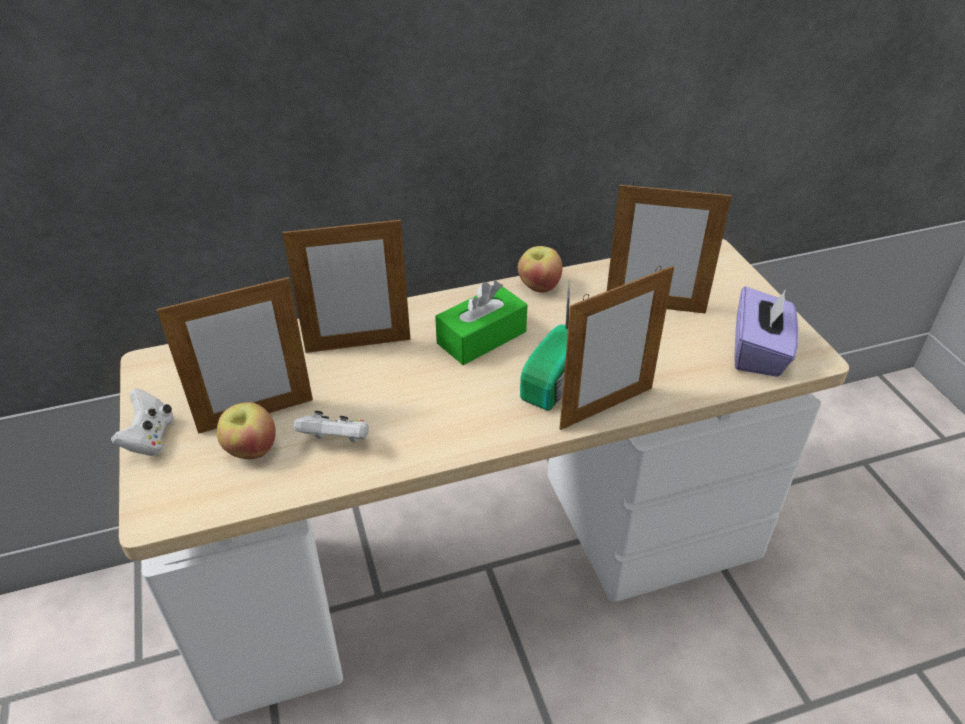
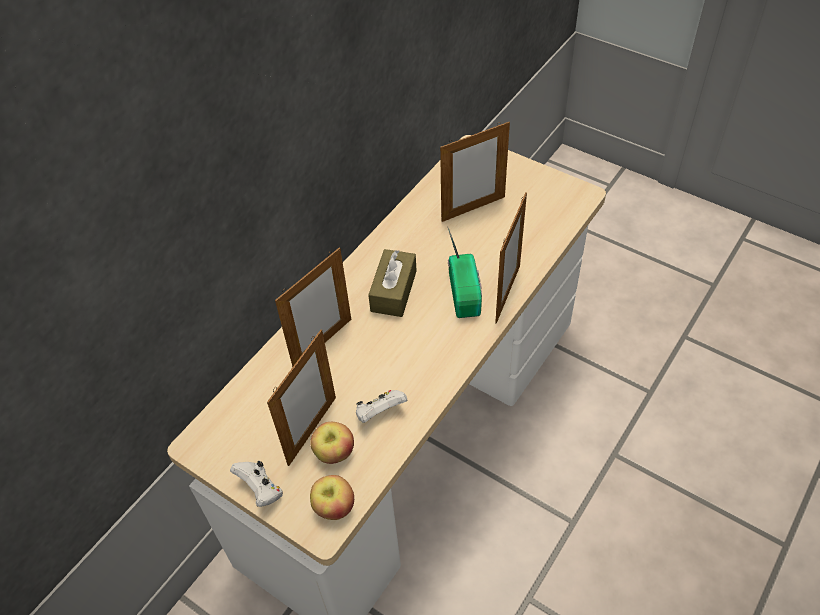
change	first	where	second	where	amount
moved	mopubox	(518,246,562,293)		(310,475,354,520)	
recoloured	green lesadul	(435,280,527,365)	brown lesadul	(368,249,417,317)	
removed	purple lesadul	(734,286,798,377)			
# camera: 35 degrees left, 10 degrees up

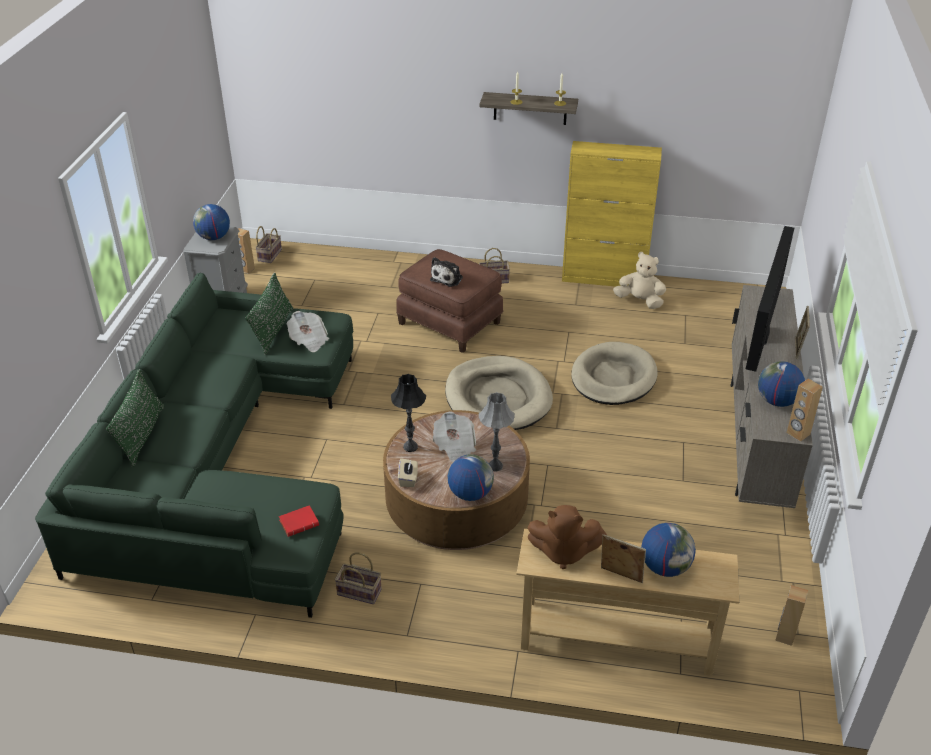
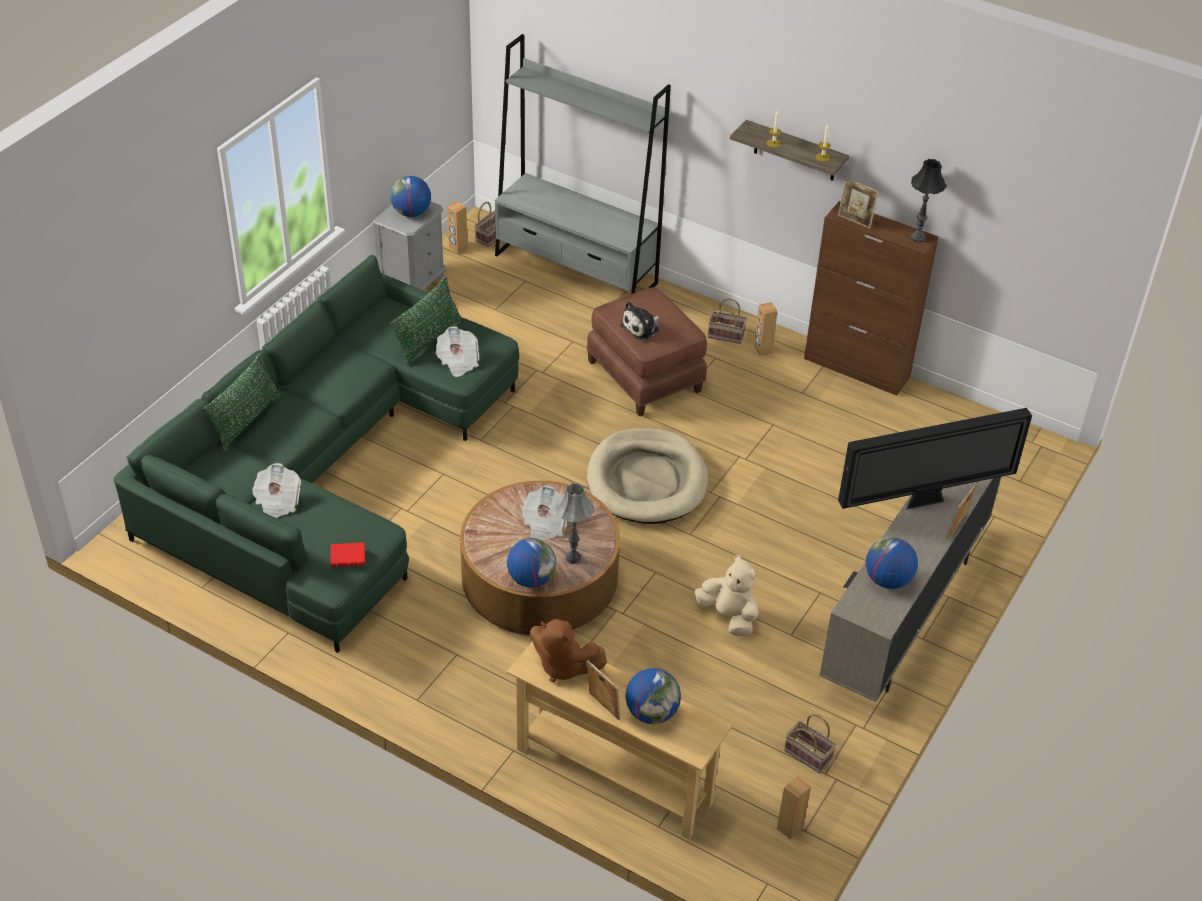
change	first	where	second	where	amount
recoloured	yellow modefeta	(562,141,662,287)	brown modefeta	(804,201,939,396)	
turned	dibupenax	(746,226,794,372)		(838,408,1032,510)	150 degrees counterclockwise
moved	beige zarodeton	(613,252,666,309)		(695,555,759,636)	
removed	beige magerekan	(571,342,658,405)			
moved	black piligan	(391,374,426,452)		(911,159,947,242)	
moved	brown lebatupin	(787,378,823,442)		(754,302,777,356)	
removed	beige lesadul	(398,458,418,487)			
moved	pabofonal	(335,552,382,604)		(784,714,836,774)	
added			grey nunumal	(495,34,671,294)	
added			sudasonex	(838,178,879,229)	
added			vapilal	(252,463,301,518)	
# camera: 20 degrees right, 5 degrees up

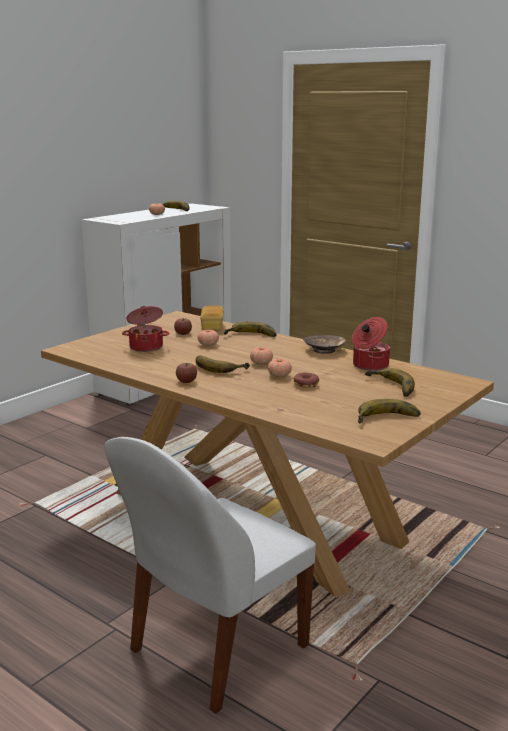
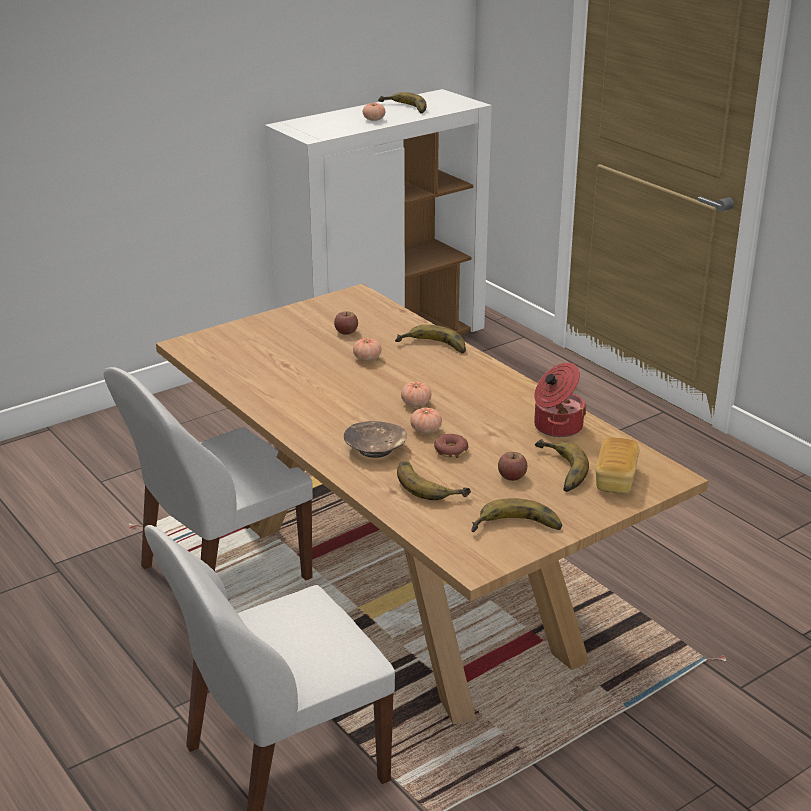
change	first	where	second	where	amount
removed	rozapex	(122,306,170,352)			
moved	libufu	(200,306,224,331)		(596,437,639,494)	
moved	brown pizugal	(304,335,346,354)		(344,421,407,458)	
moved	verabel	(195,356,250,373)		(397,461,471,500)	
moved	mopubox	(176,363,197,383)		(498,452,527,481)	
added			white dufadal	(103,367,313,580)	
# camera: 15 degrees right, 10 degrees up

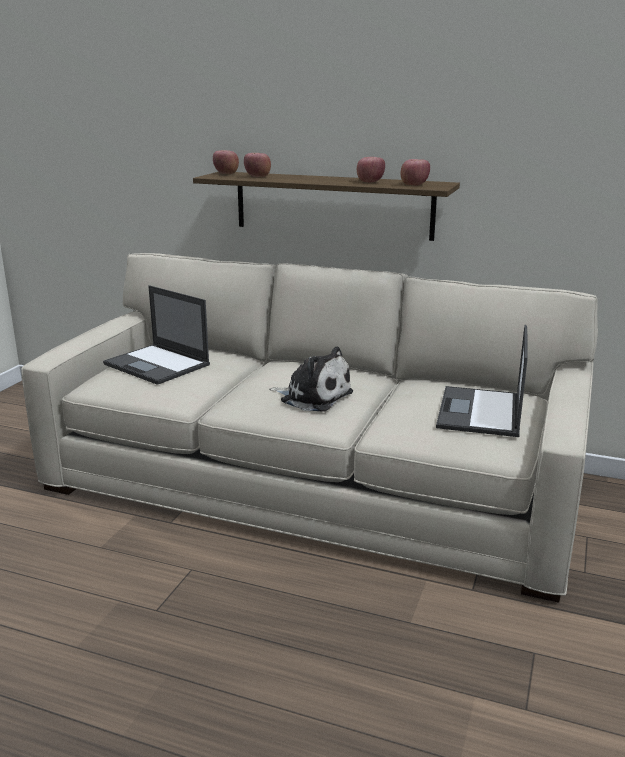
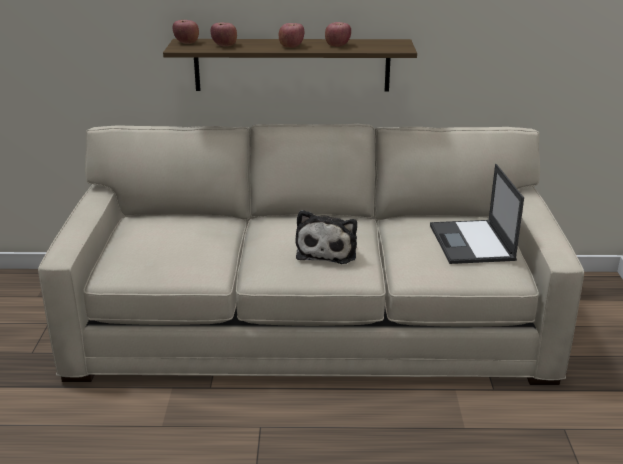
change	first	where	second	where	amount
moved	mopubox	(401,159,430,186)		(279,23,304,48)	
removed	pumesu	(103,285,210,385)			
turned	zarodeton	(269,347,353,412)		(295,210,357,264)	90 degrees clockwise
# camera: 20 degrees left, 5 degrees up

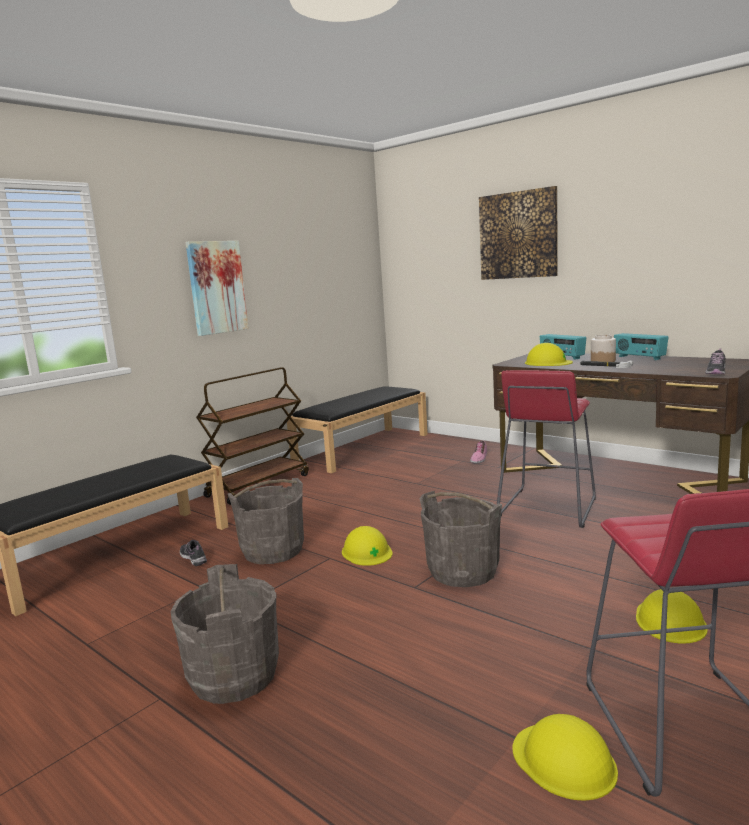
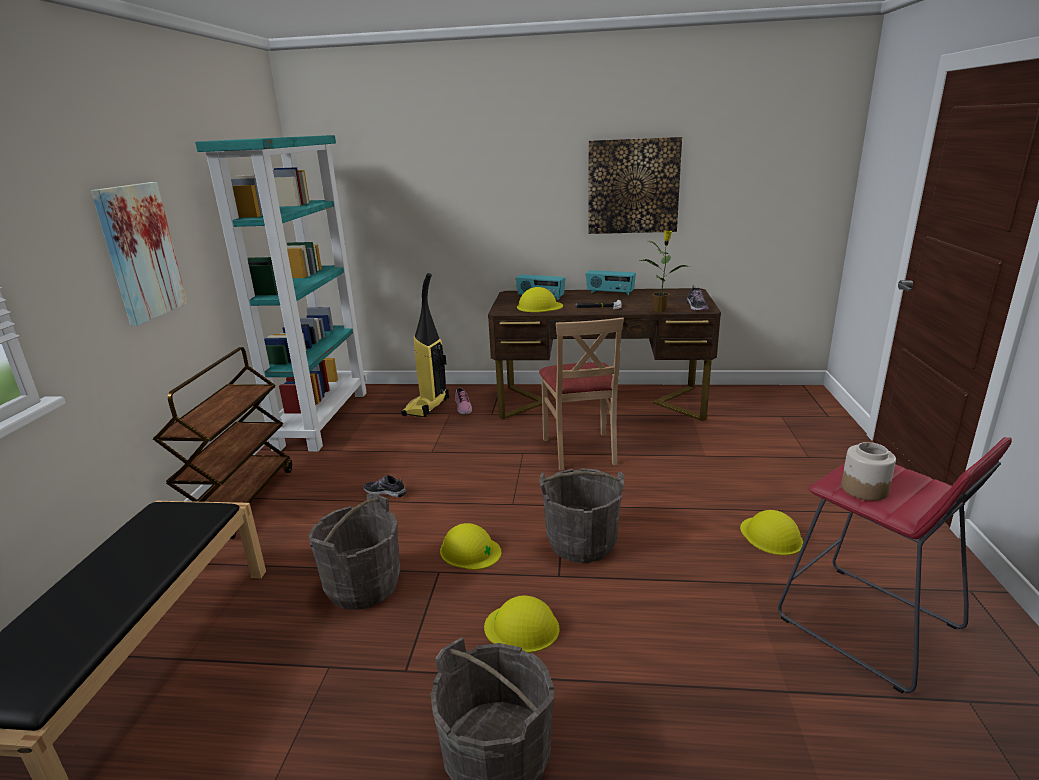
change	first	where	second	where	amount
moved	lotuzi	(479,186,558,280)		(588,137,682,234)	
moved	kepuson	(591,335,616,362)		(841,442,896,501)	
replaced	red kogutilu	(497,370,596,528)	beige dufadal	(539,318,624,470)	
replaced	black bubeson	(286,386,428,473)	turquoise nunumal	(195,135,367,452)	
moved	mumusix	(180,540,207,566)		(363,475,406,497)	
moved	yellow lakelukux	(512,714,618,801)		(484,596,560,653)	
added			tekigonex	(640,230,686,312)	
added			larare	(401,273,449,417)	
# camera: 35 degrees left, 10 degrees up

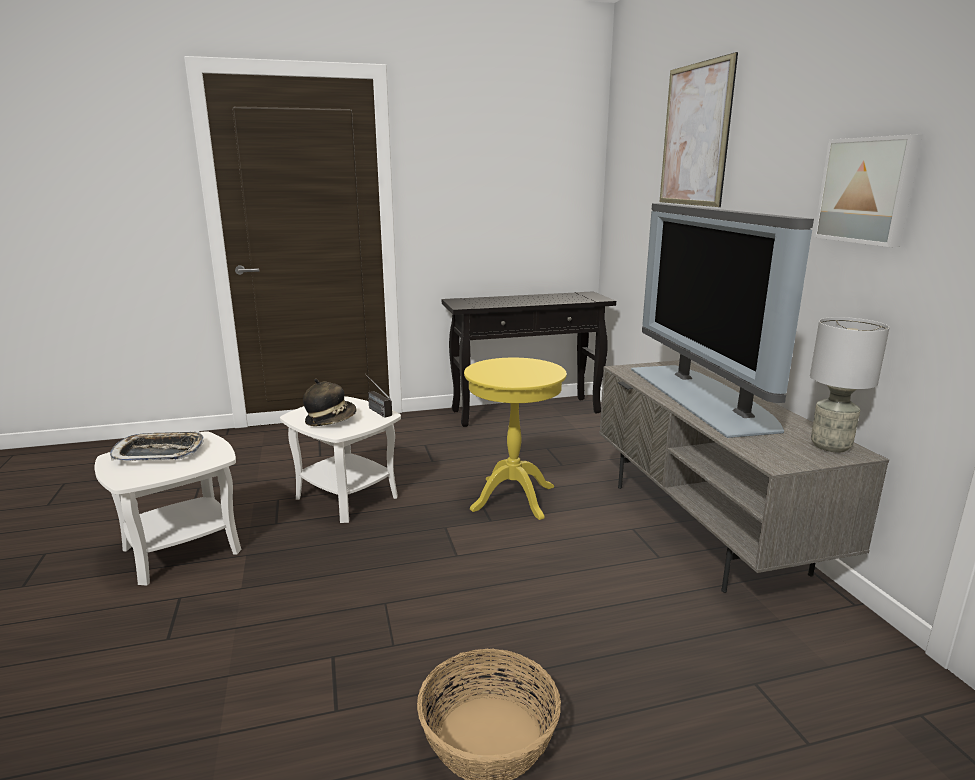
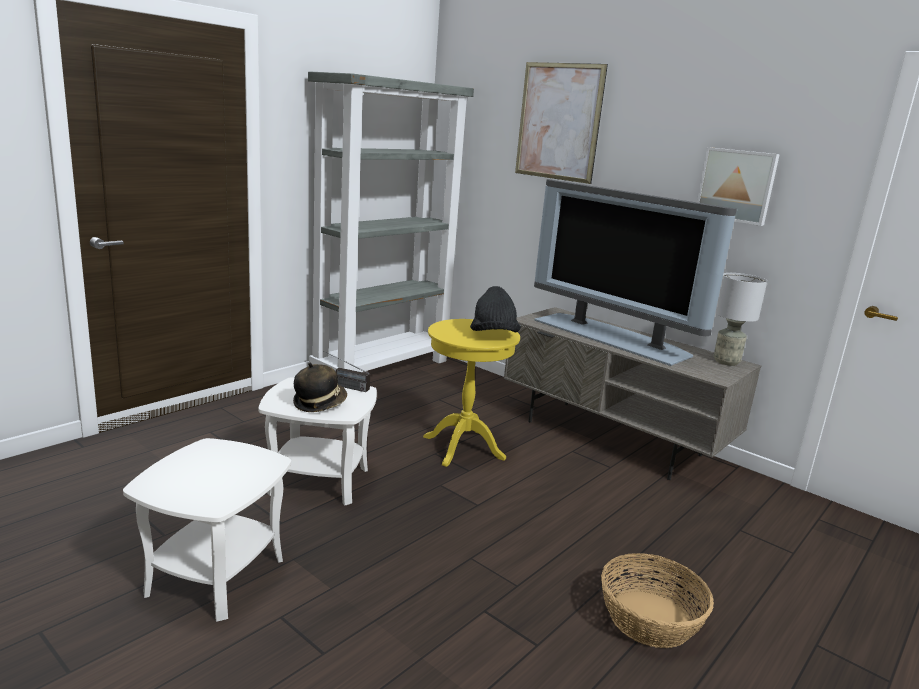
change	first	where	second	where	amount
replaced	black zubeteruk	(442,291,616,427)	grey nunumal	(308,71,474,372)	
removed	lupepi	(110,431,204,461)			
added			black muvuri	(470,286,521,332)	
# camera: 35 degrees left, 0 degrees up

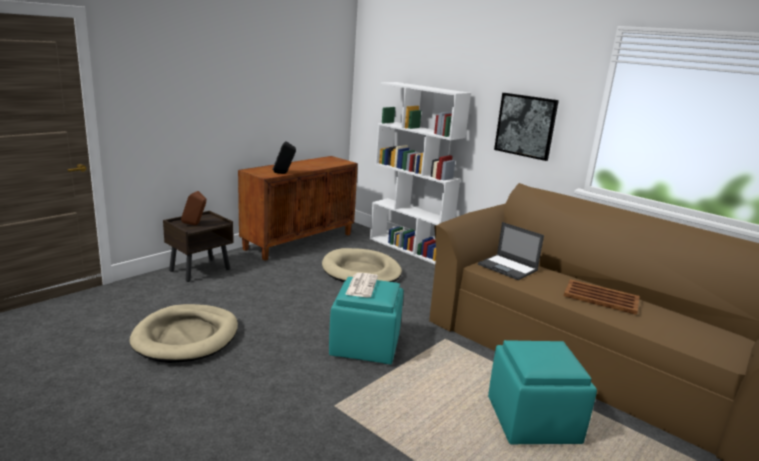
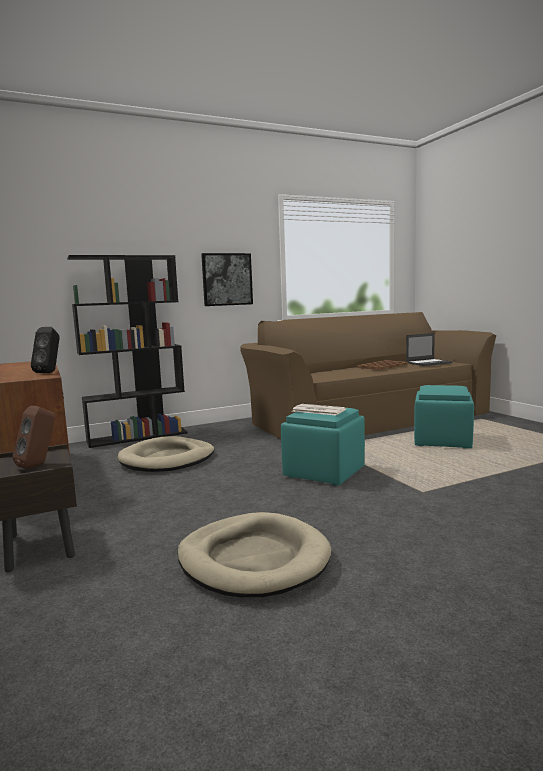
change	first	where	second	where	amount
recoloured	white nunumal	(370,82,471,264)	black nunumal	(67,255,187,448)	
moved	pumesu	(478,222,544,280)		(406,333,453,366)	
# camera: 65 degrees left, 10 degrees down

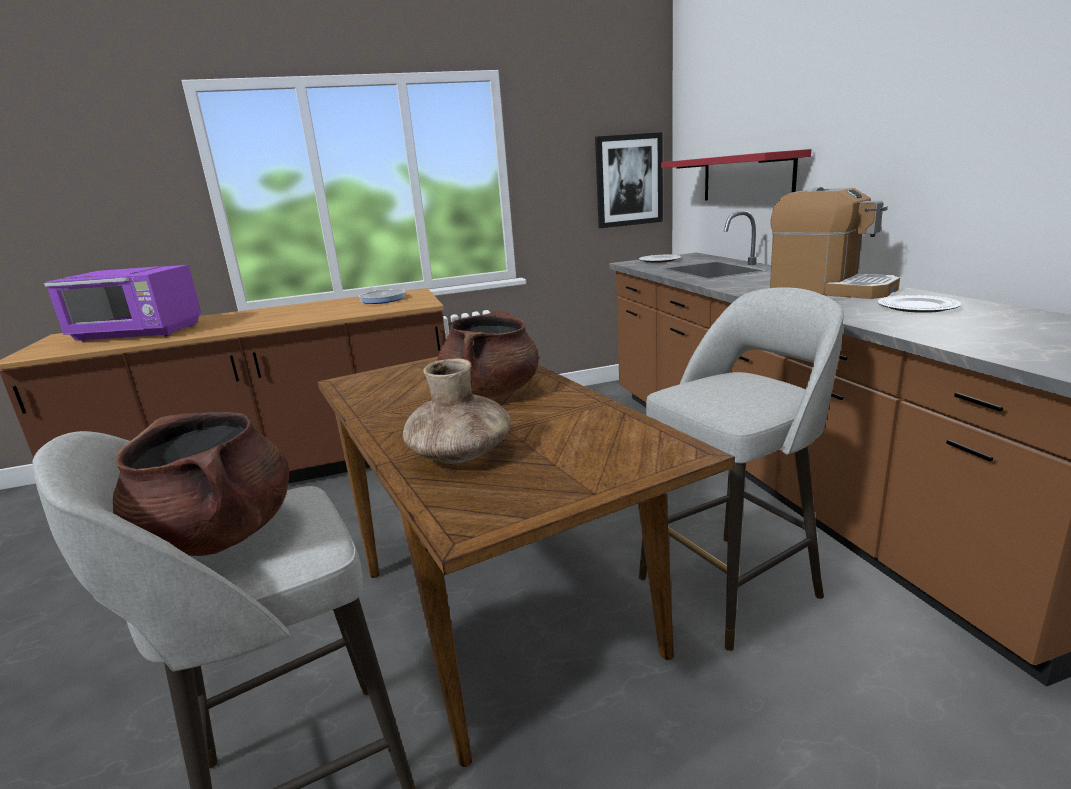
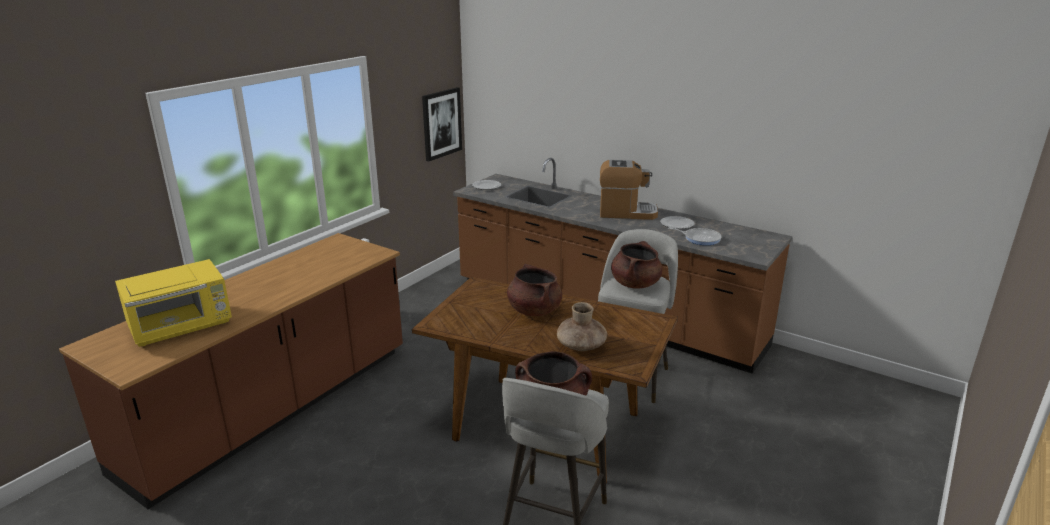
change	first	where	second	where	amount
removed	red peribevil	(661,149,811,200)			
recoloured	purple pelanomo	(44,265,201,342)	yellow pelanomo	(115,259,232,347)	
moved	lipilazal	(359,286,405,304)		(668,227,722,245)	
added			brown rozapex	(611,241,662,289)	
# camera: 40 degrees left, 5 degrees up

